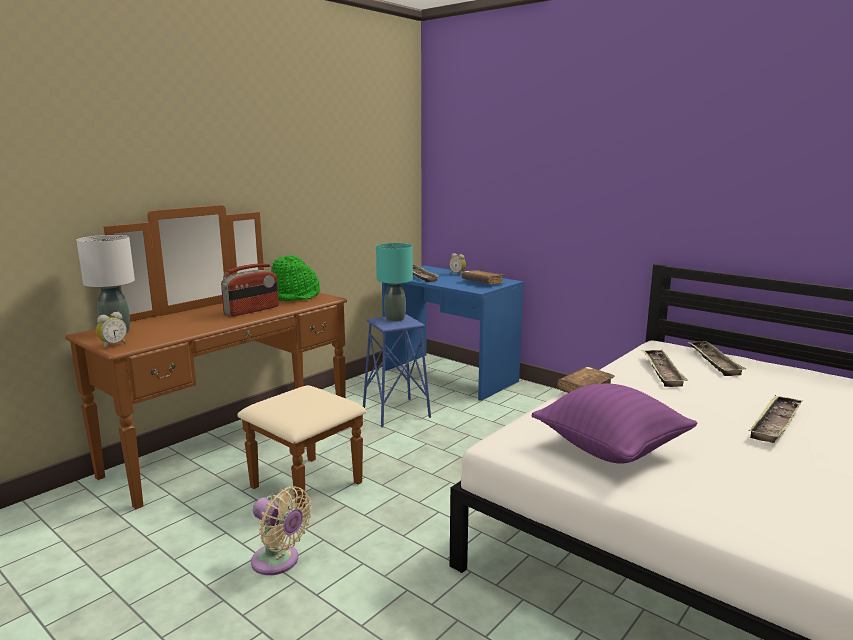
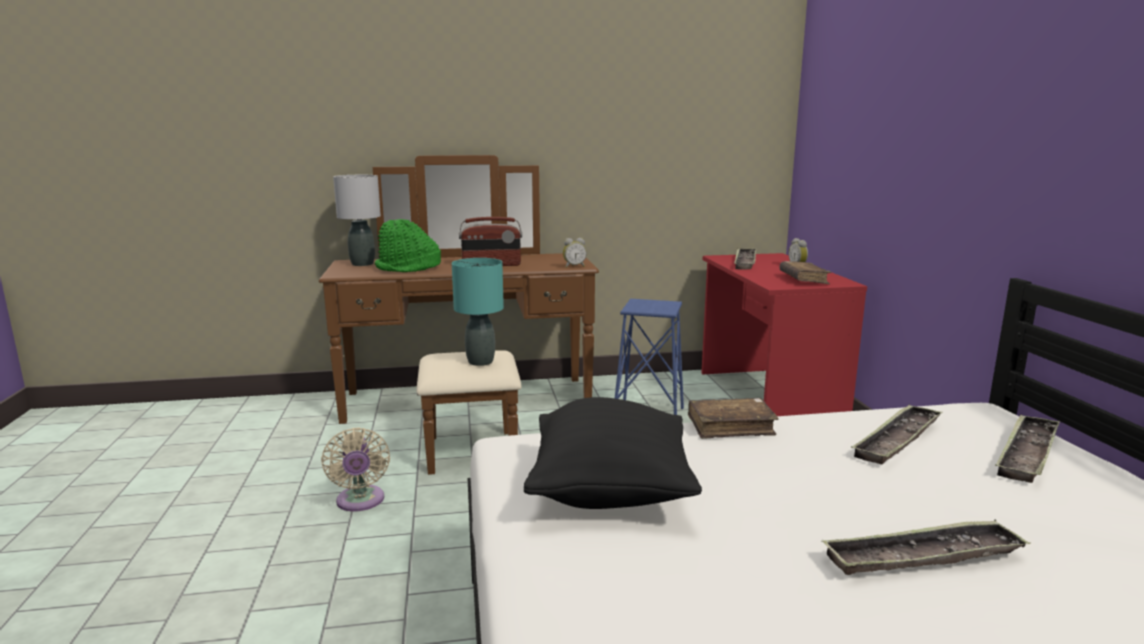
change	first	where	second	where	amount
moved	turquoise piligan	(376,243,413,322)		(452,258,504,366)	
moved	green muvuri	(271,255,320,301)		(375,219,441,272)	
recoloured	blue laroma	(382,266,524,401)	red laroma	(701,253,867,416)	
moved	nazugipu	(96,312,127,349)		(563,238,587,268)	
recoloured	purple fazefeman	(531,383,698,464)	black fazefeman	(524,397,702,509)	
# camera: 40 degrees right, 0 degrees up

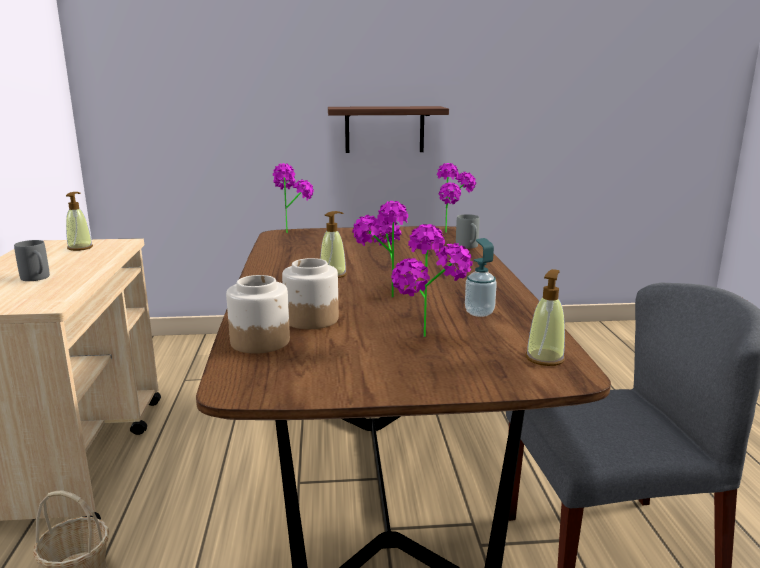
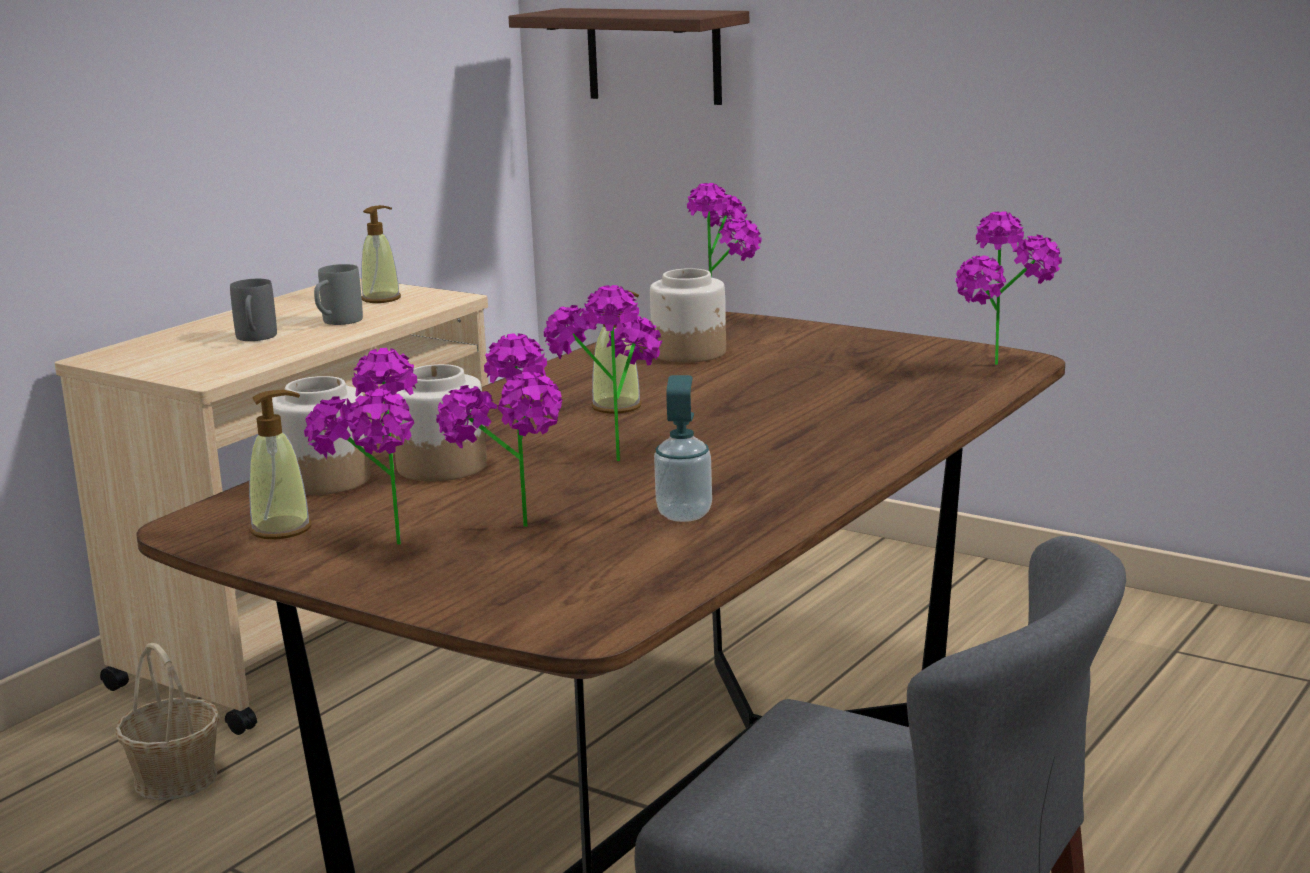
change	first	where	second	where	amount
moved	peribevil	(328,106,449,153)		(508,8,749,105)	
moved	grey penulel	(456,214,479,248)		(314,264,363,325)	
moved	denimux	(526,269,565,366)		(249,390,311,539)	
added			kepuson	(650,268,726,363)	
added			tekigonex	(304,348,417,545)	
# camera: 40 degrees right, 0 degrees up

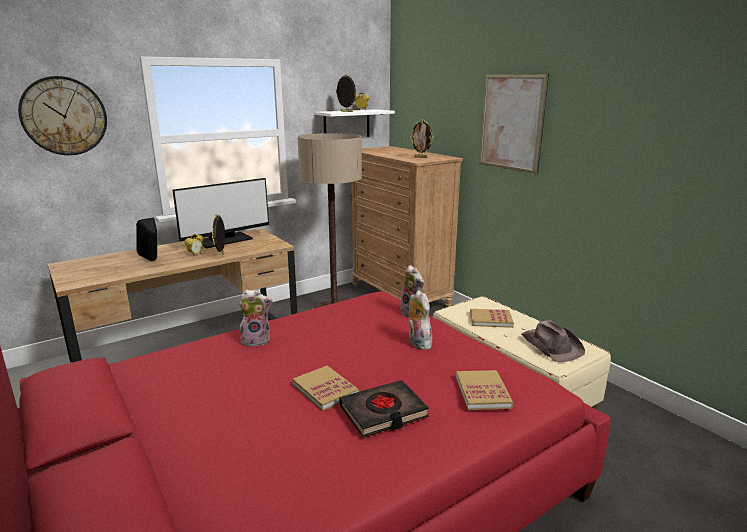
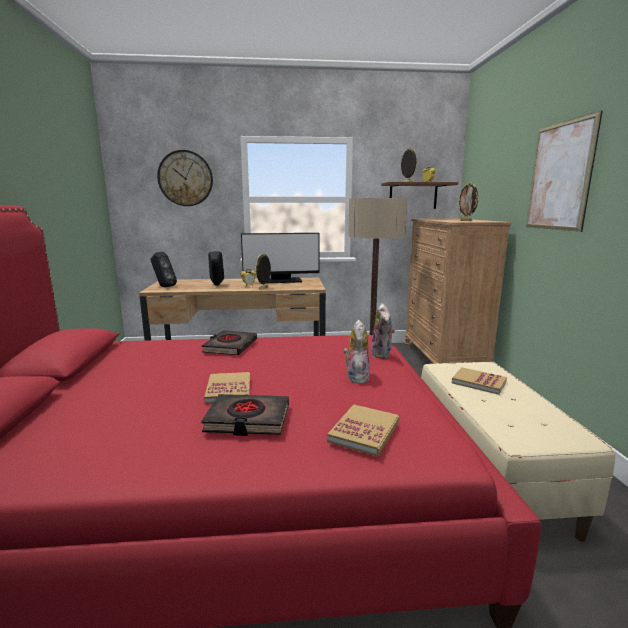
change	first	where	second	where	amount
recoloured	white peribevil	(314,109,395,137)	brown peribevil	(381,182,458,209)	
replaced	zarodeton	(239,289,273,347)	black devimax	(202,330,257,355)	
removed	brown muvuri	(522,320,585,362)			
added			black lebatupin	(150,252,177,287)	
# camera: 30 degrees right, 5 degrees down

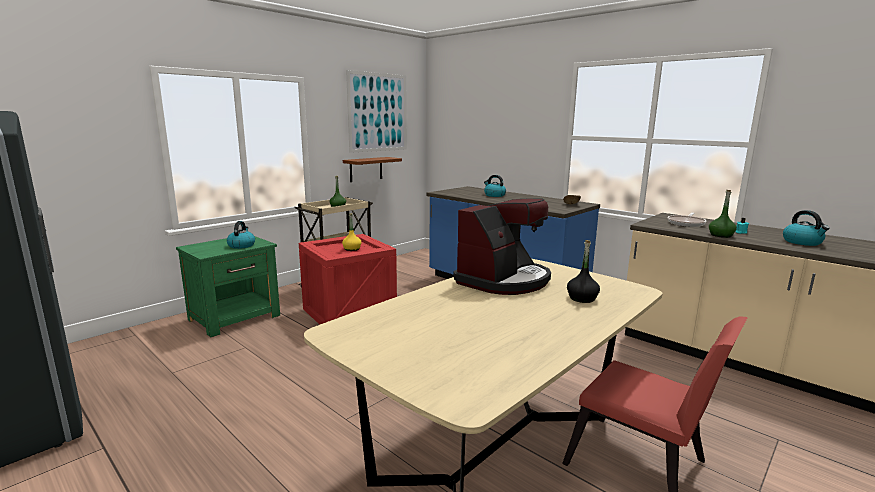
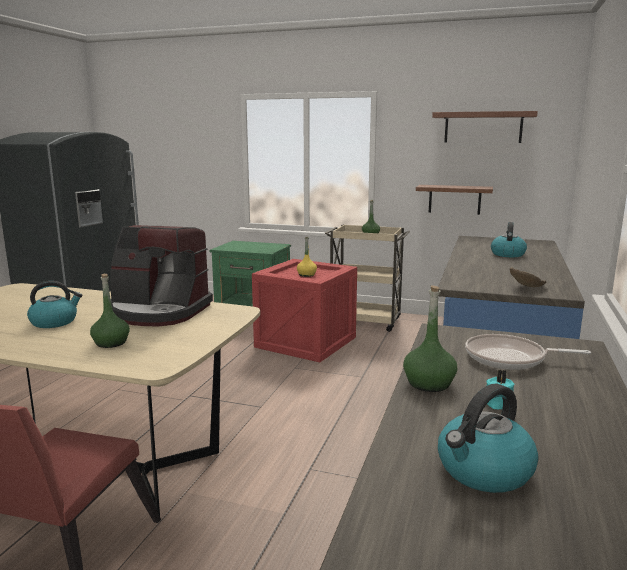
change	first	where	second	where	amount
replaced	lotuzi	(346,70,407,153)	brown peribevil	(432,111,538,143)	
moved	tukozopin	(227,221,255,249)		(27,281,82,328)	
recoloured	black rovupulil	(567,240,600,303)	green rovupulil	(90,274,130,348)	
# camera: 65 degrees right, 0 degrees up

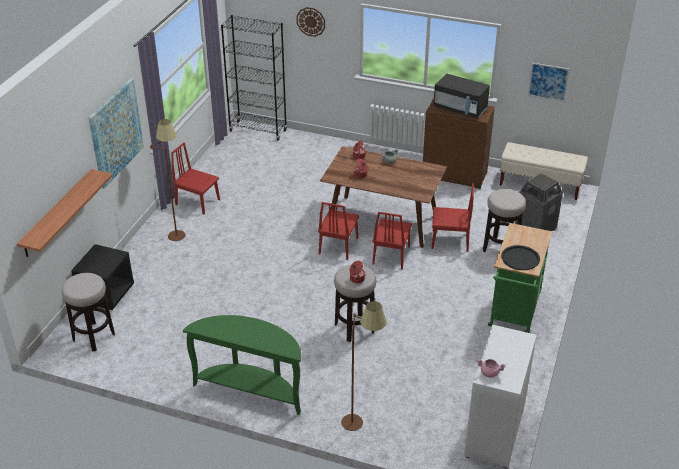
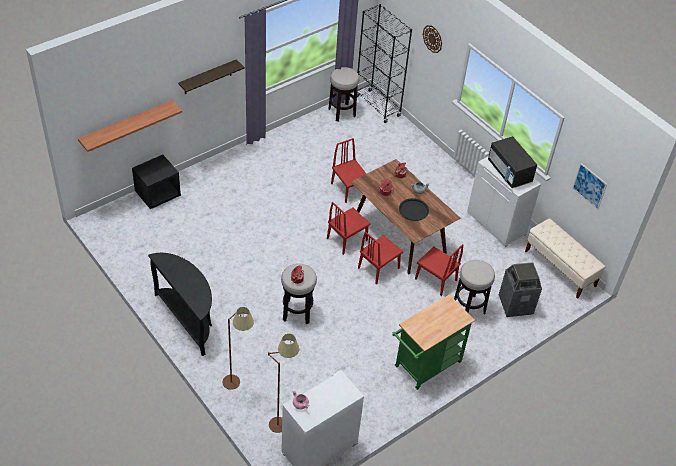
change	first	where	second	where	amount
replaced	lotuzi	(88,78,144,189)	peribevil	(178,59,245,94)	
recoloured	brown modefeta	(423,98,495,189)	white modefeta	(467,156,541,247)	
moved	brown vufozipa	(150,119,185,241)		(268,334,299,433)	
moved	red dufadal	(171,142,220,214)		(331,138,366,203)	
moved	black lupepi	(501,245,540,270)		(399,198,429,221)	
moved	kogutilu	(62,273,115,351)		(328,67,359,122)	
recoloured	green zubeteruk	(183,315,301,415)	black zubeteruk	(148,253,212,356)	
# camera: 30 degrees right, 10 degrees up

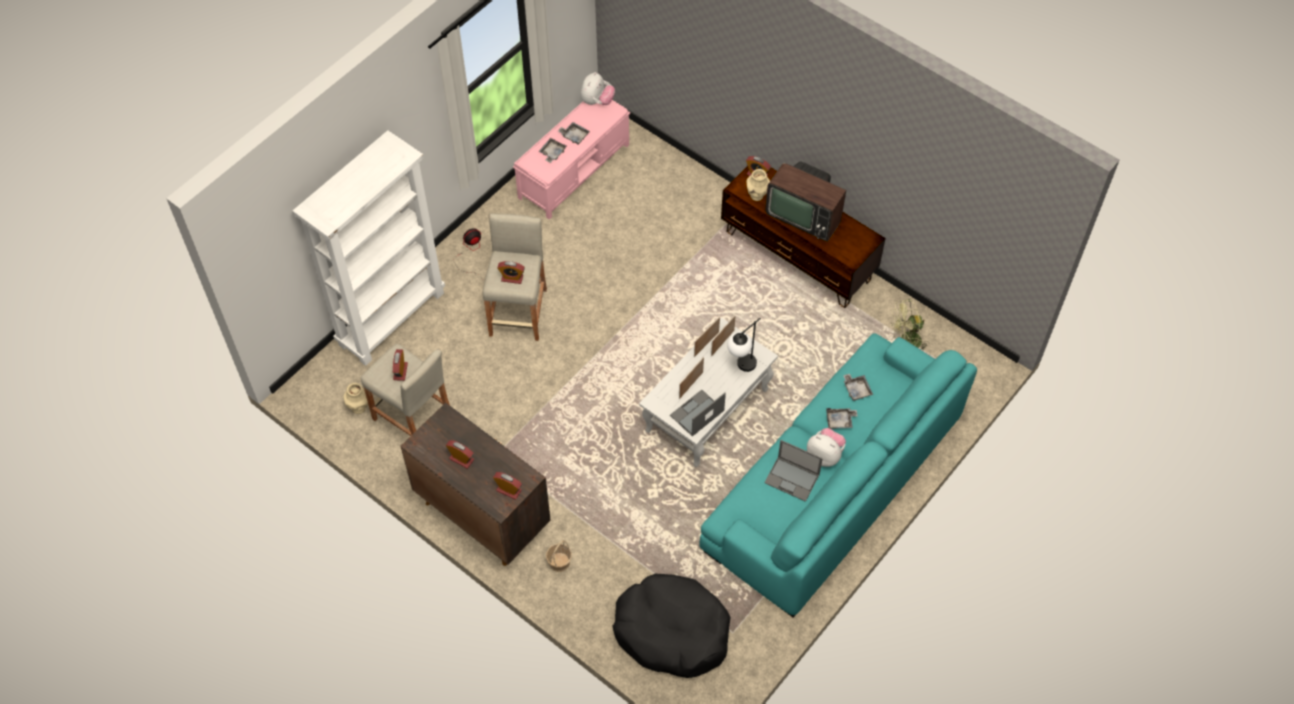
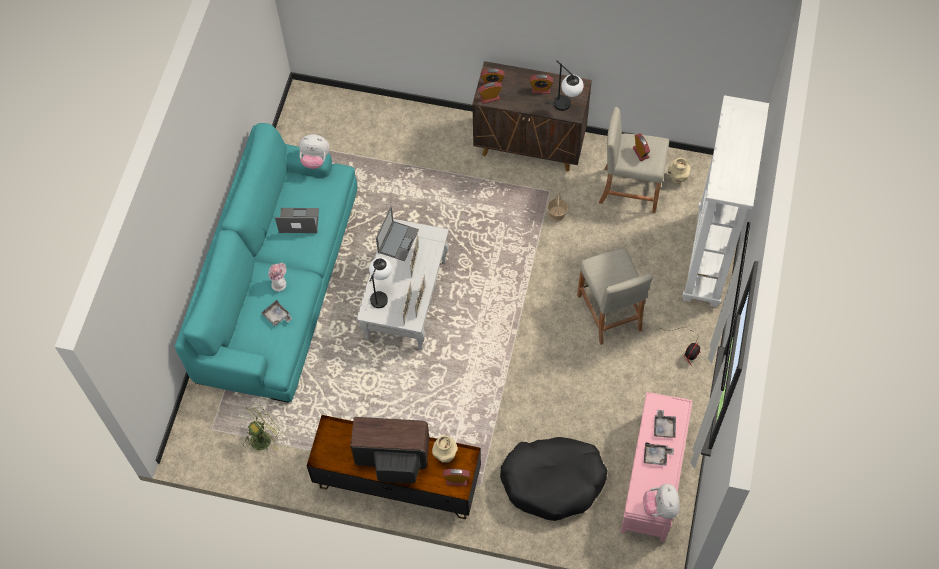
change	first	where	second	where	amount
moved	nazugipu	(497,261,525,284)		(478,82,502,104)	
replaced	grey lupepi	(826,408,857,429)	muvuri	(268,263,287,292)	
moved	zarodeton	(807,428,846,467)		(299,134,330,169)	
moved	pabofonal	(546,540,572,572)		(547,193,569,222)	
moved	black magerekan	(612,574,731,678)		(500,437,608,521)	
added			piligan	(554,61,583,111)	
# camera: 155 degrees right, 5 degrees up

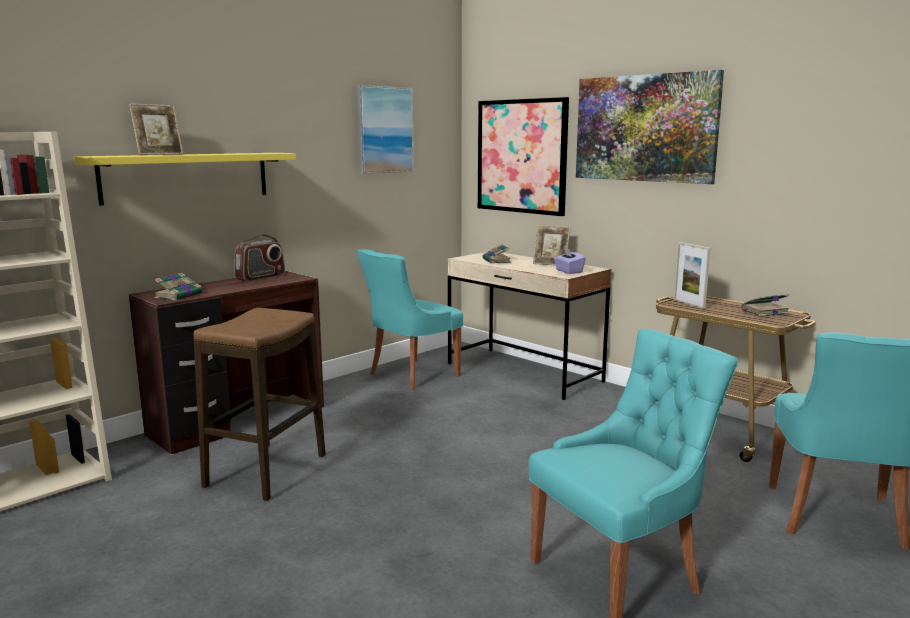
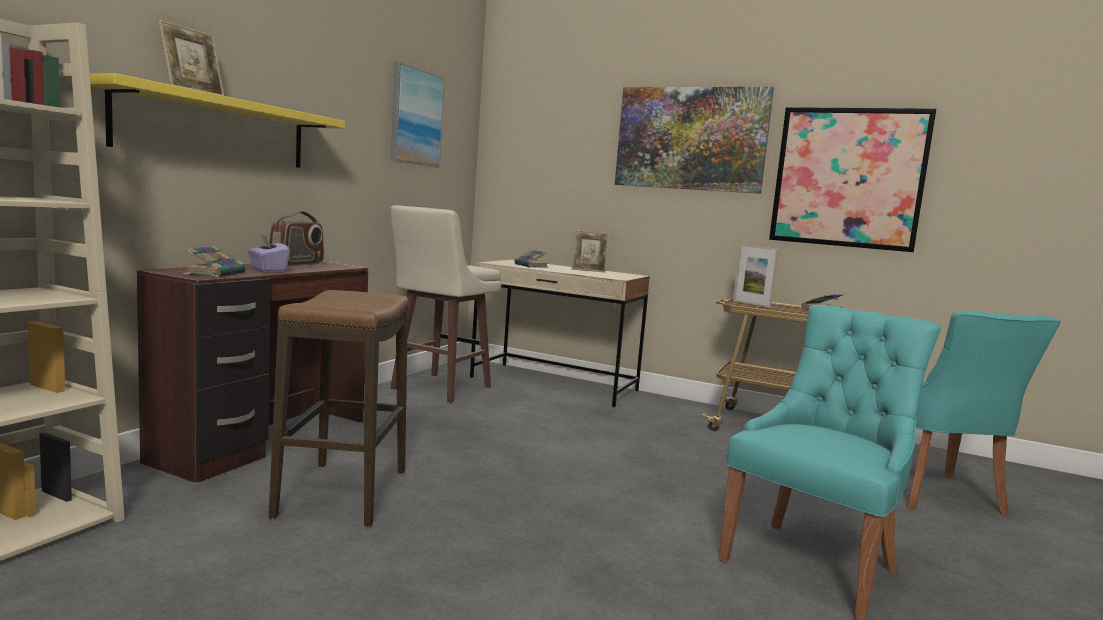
change	first	where	second	where	amount
moved	lotuzi	(478,97,569,216)		(769,107,936,252)	
moved	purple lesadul	(554,247,585,274)		(248,234,290,272)	
replaced	turquoise dufadal	(357,249,463,390)	beige kogutilu	(390,205,501,403)	
# camera: 20 degrees left, 5 degrees down

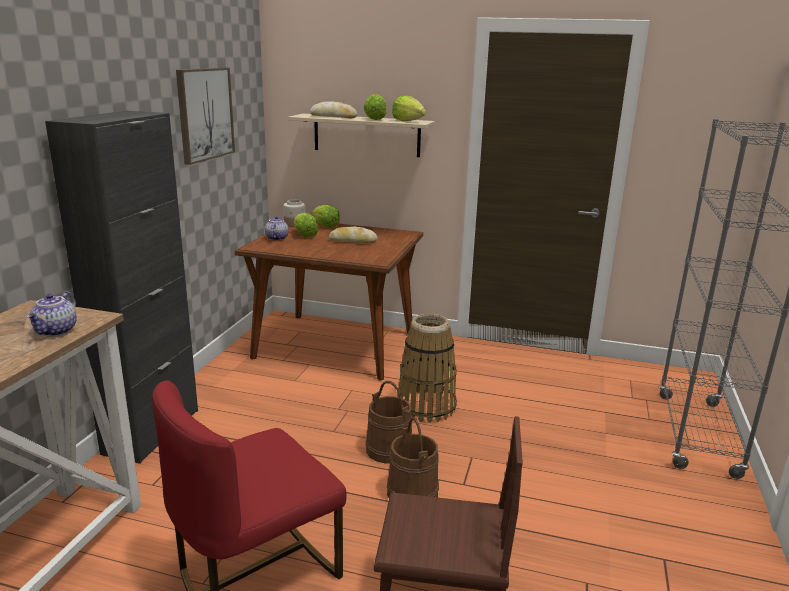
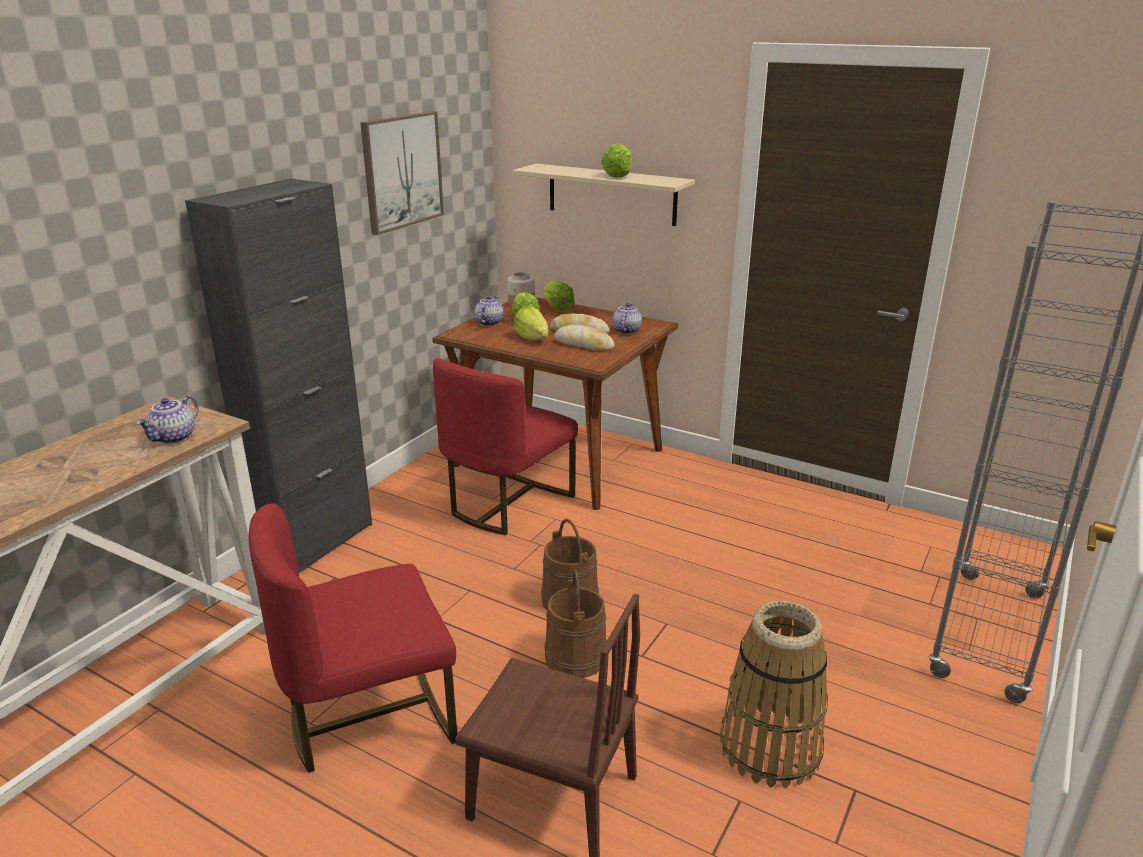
change	first	where	second	where	amount
moved	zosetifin	(392,95,426,121)		(514,306,548,340)	
moved	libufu	(310,101,358,118)		(554,325,615,352)	
moved	pabofonal	(397,314,457,423)		(720,601,828,788)	
added			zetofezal	(612,303,642,334)	
added			red dufadal	(433,358,578,535)	
# camera: 15 degrees right, 5 degrees up

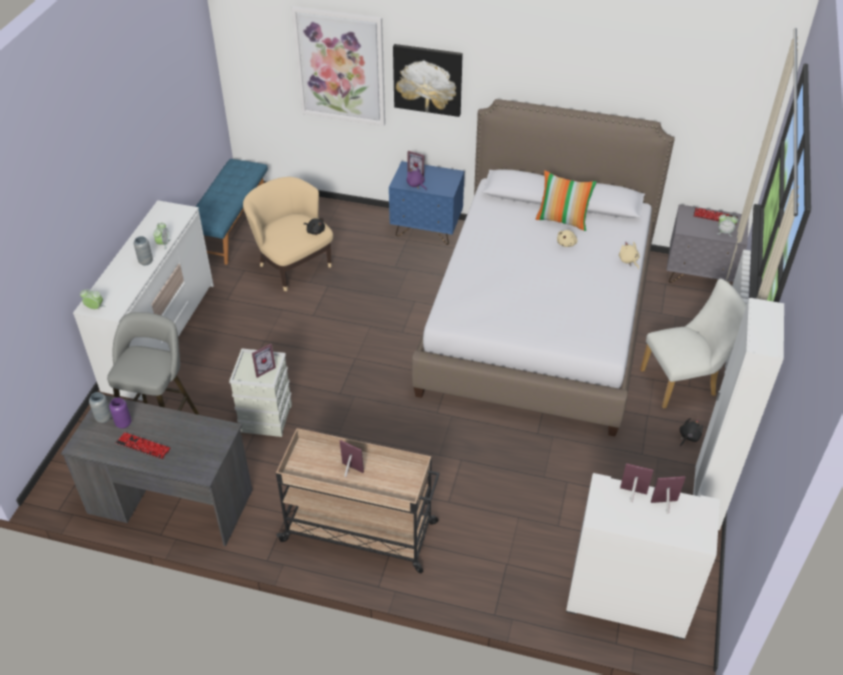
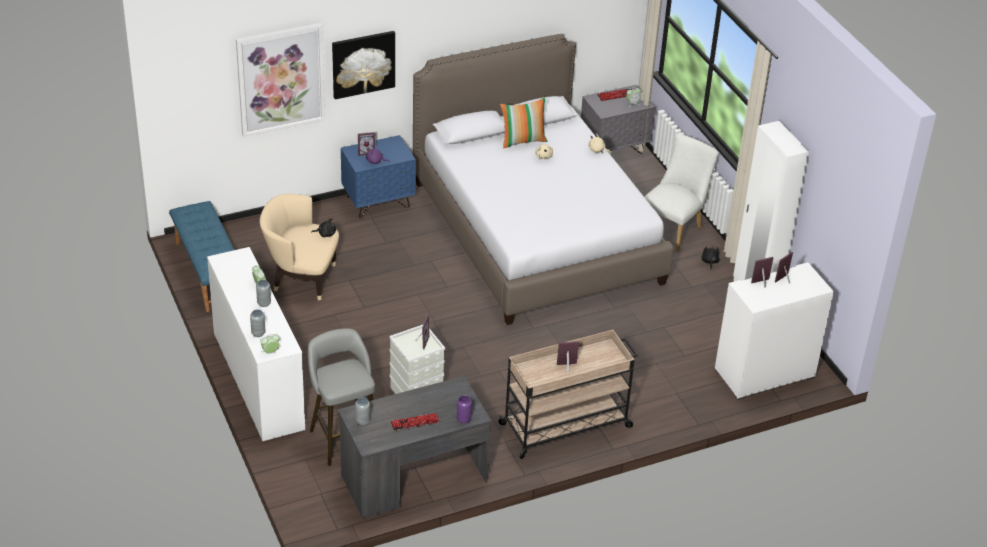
change	first	where	second	where	amount
moved	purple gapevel	(109,397,132,428)		(457,395,472,423)	
added			grey gapevel	(250,309,265,337)	
# camera: 40 degrees left, 5 degrees down

